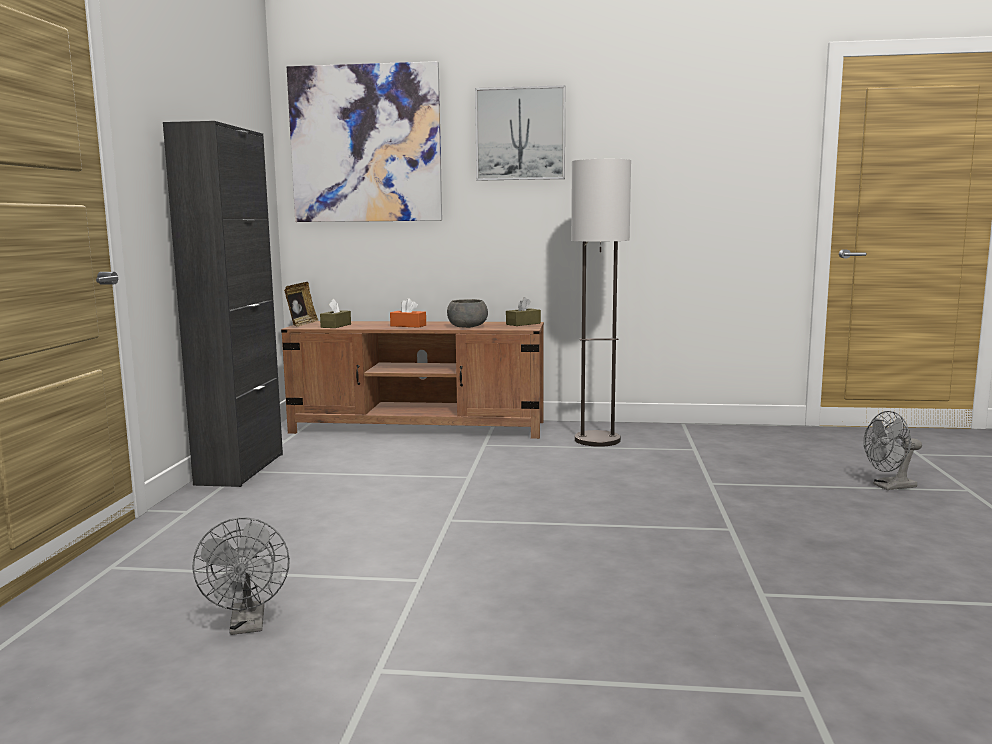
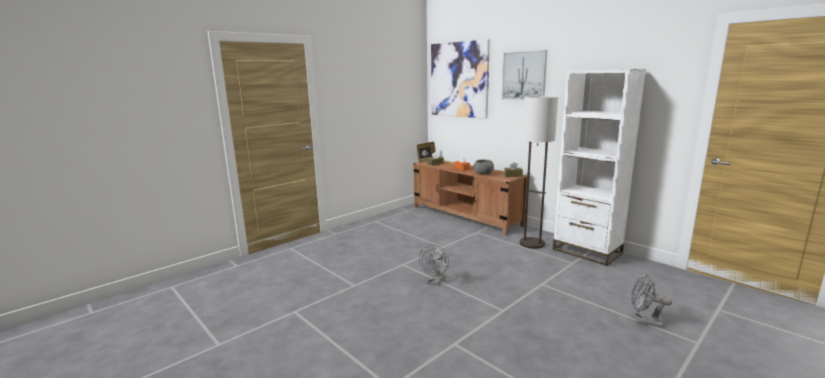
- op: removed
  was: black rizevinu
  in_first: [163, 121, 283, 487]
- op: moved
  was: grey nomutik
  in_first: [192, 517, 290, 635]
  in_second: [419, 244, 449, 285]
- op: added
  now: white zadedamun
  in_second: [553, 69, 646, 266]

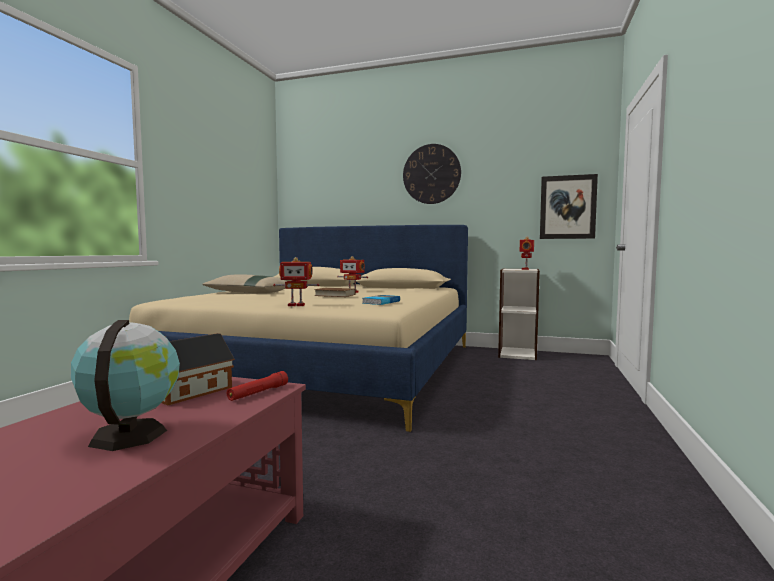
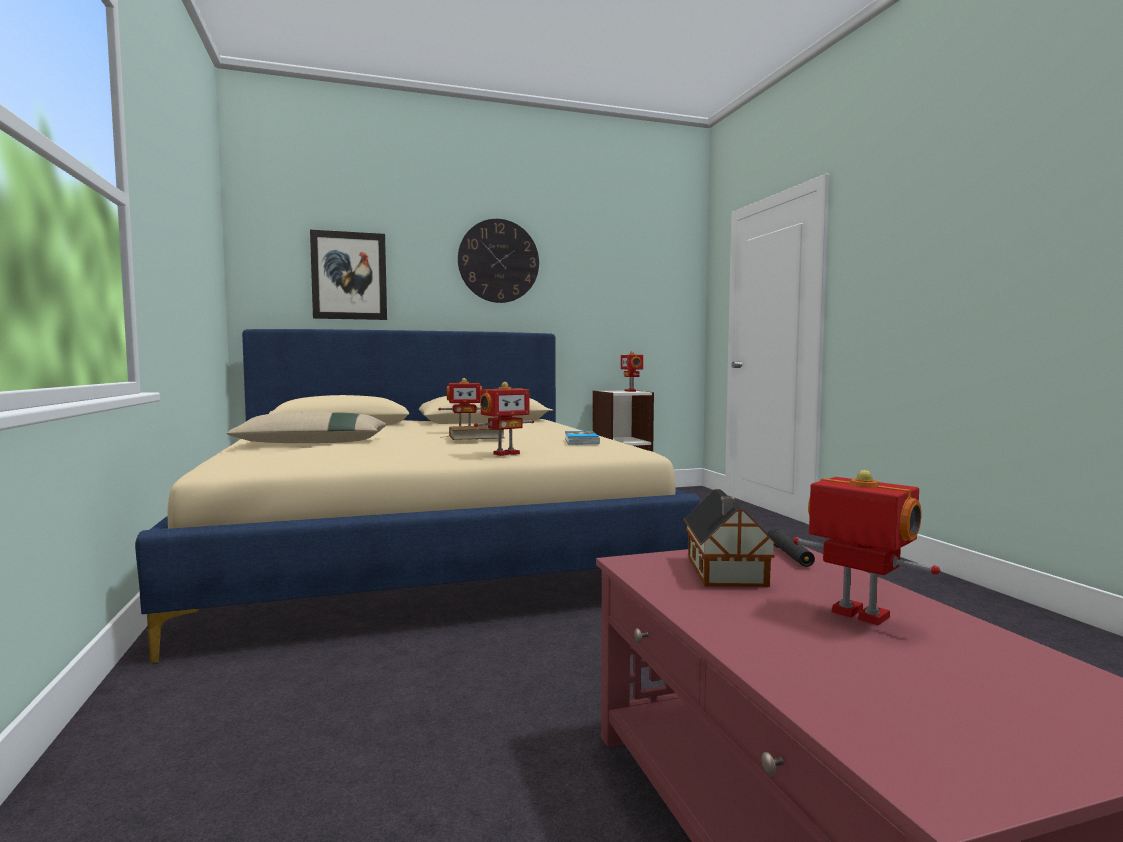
- op: replaced
  was: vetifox
  now: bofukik
  in_first: [71, 320, 180, 451]
  in_second: [793, 470, 940, 625]
- op: recoloured
  was: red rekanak
  now: black rekanak
  in_first: [227, 371, 288, 401]
  in_second: [767, 527, 815, 567]
- op: moved
  was: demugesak
  in_first: [540, 174, 598, 239]
  in_second: [310, 230, 387, 320]

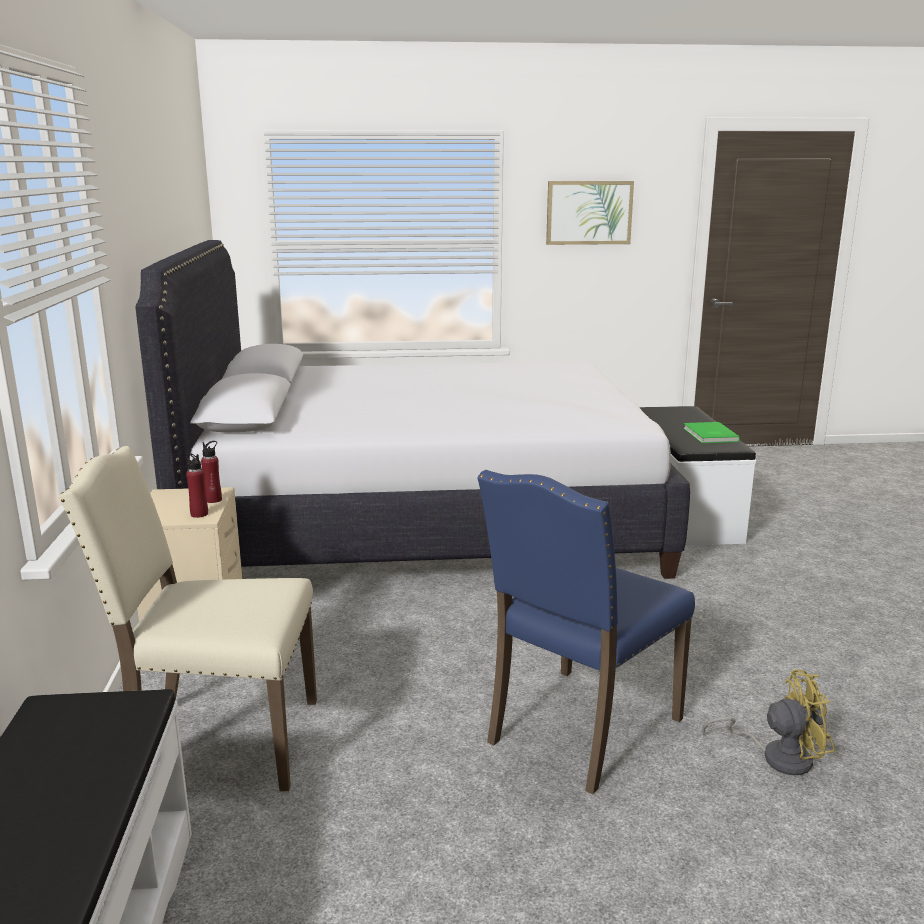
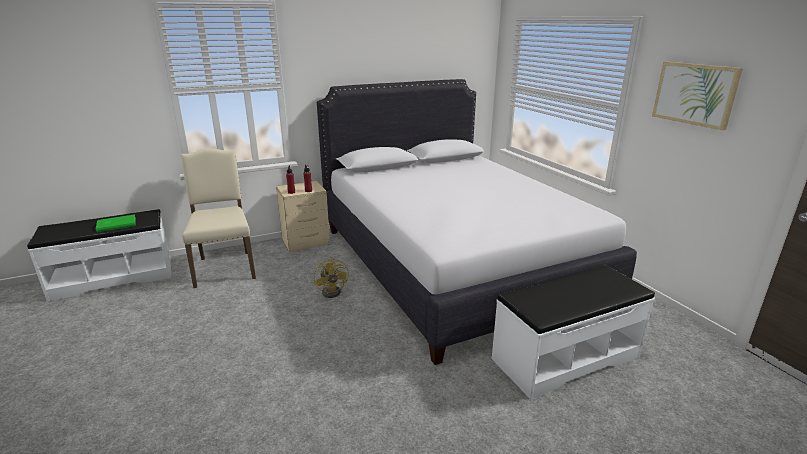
- op: removed
  was: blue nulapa
  in_first: [477, 470, 695, 794]
- op: moved
  was: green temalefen
  in_first: [683, 422, 740, 443]
  in_second: [96, 214, 136, 232]
- op: moved
  was: yellow nomutik
  in_first: [702, 669, 835, 775]
  in_second: [314, 257, 349, 298]

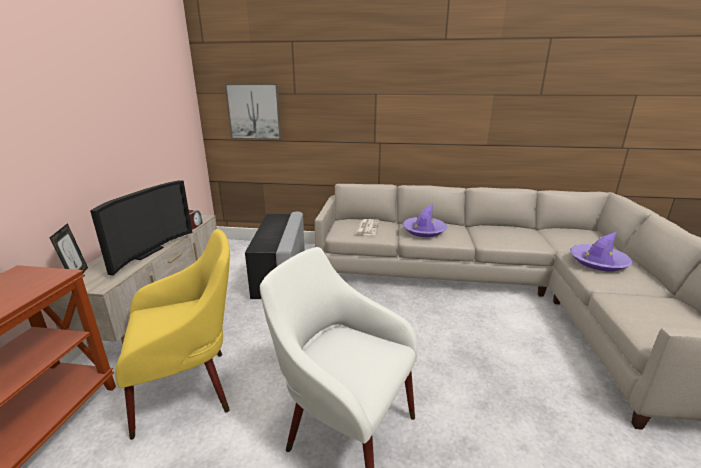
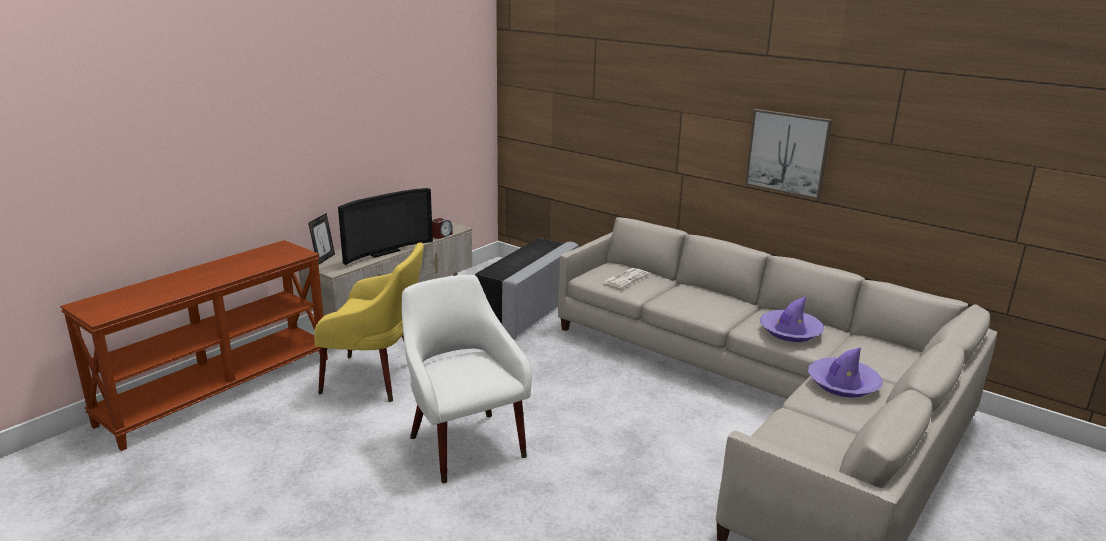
- op: moved
  was: demugesak
  in_first: [225, 84, 282, 140]
  in_second: [745, 109, 832, 199]
- op: moved
  was: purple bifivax
  in_first: [402, 203, 447, 237]
  in_second: [760, 296, 824, 342]

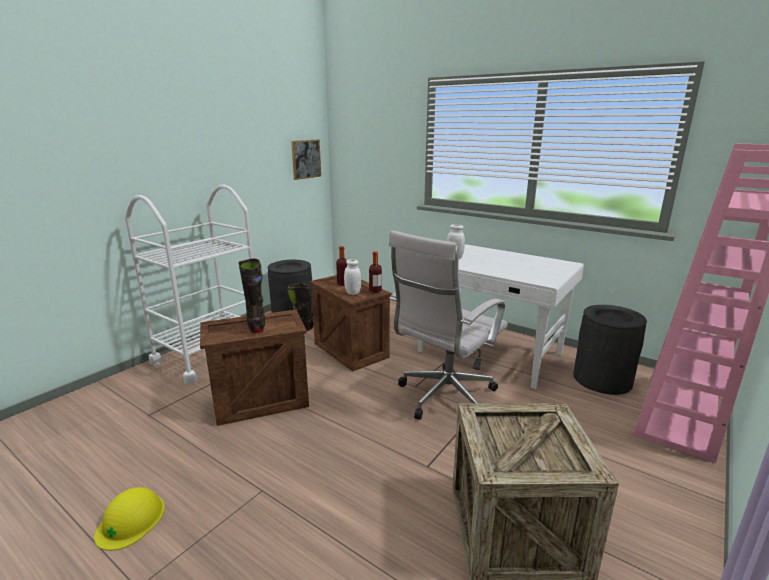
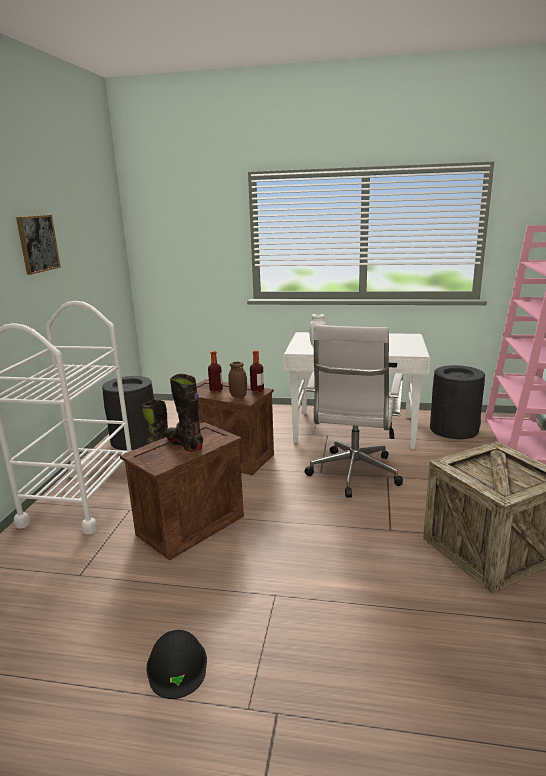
- op: recoloured
  was: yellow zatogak
  now: black zatogak
  in_first: [94, 487, 165, 551]
  in_second: [146, 630, 207, 699]
- op: moved
  was: demugesak
  in_first: [291, 140, 321, 180]
  in_second: [16, 215, 61, 275]
- op: recoloured
  was: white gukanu
  now: brown gukanu
  in_first: [344, 259, 361, 295]
  in_second: [228, 362, 247, 398]

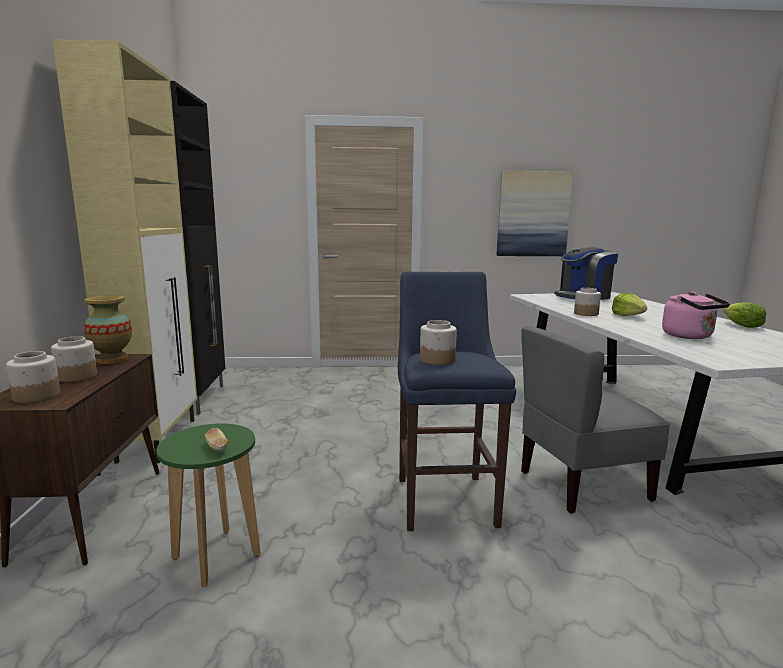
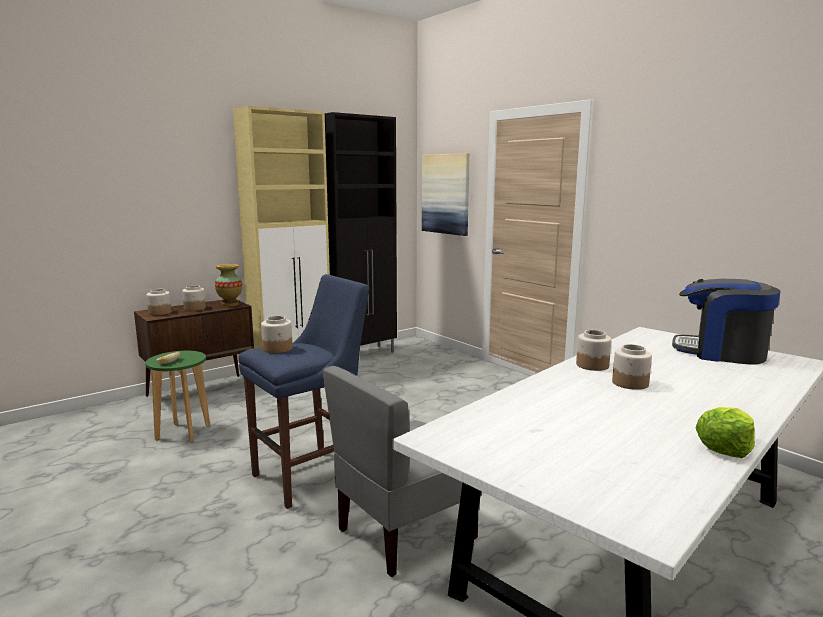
- op: moved
  was: demugesak
  in_first: [497, 171, 573, 256]
  in_second: [422, 153, 470, 236]
- op: turned
  was: grey nulapa
  in_first: [521, 326, 670, 514]
  in_second: [323, 366, 482, 577]
  clockwise: -75
- op: replaced
  was: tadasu
  now: gukanu
  in_first: [612, 293, 647, 316]
  in_second: [612, 344, 652, 390]
- op: removed
  was: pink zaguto
  in_first: [662, 292, 730, 339]

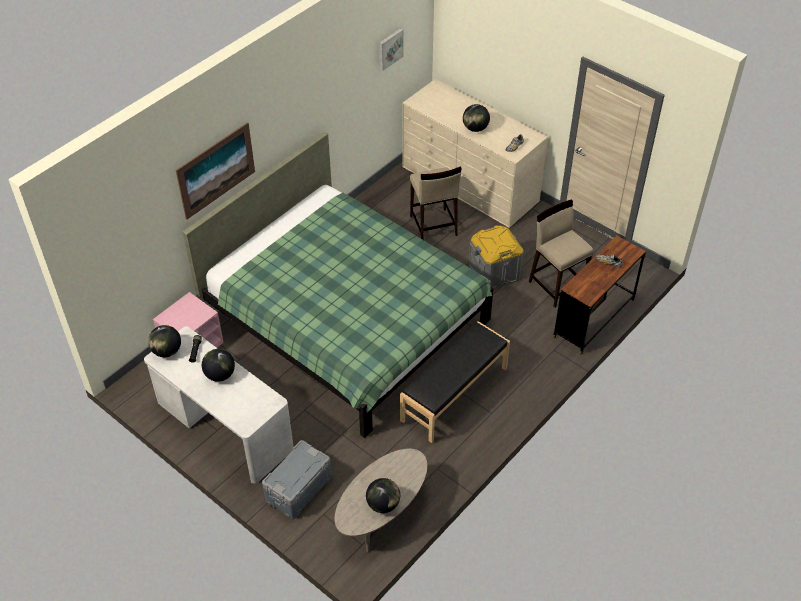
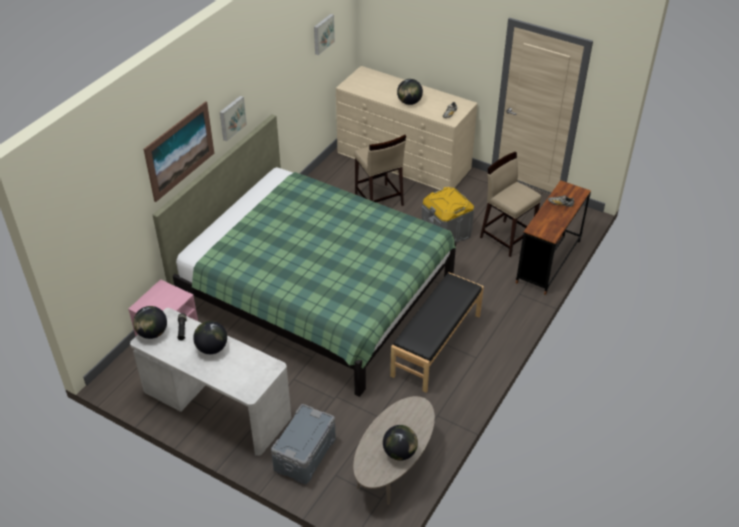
- op: added
  now: demugesak
  in_second: [220, 96, 247, 141]

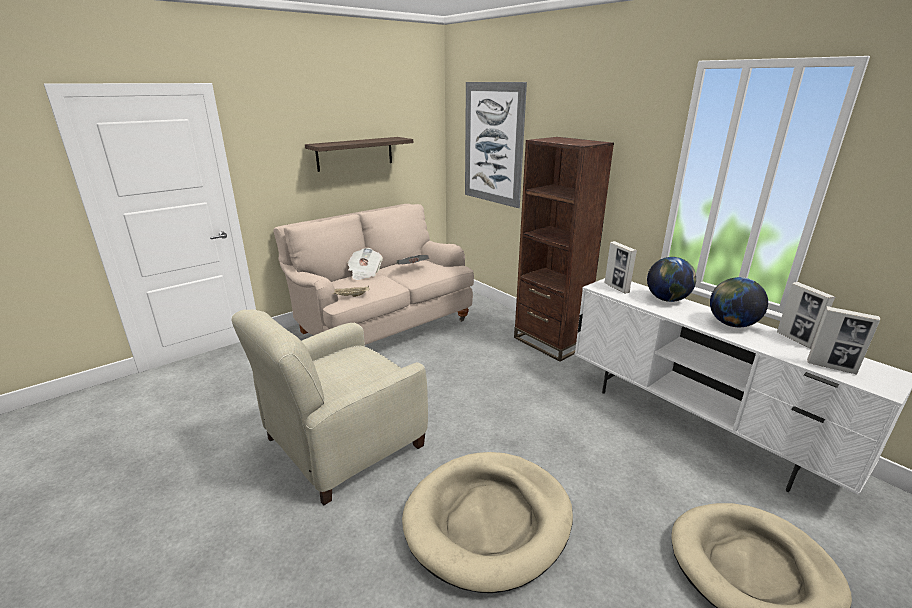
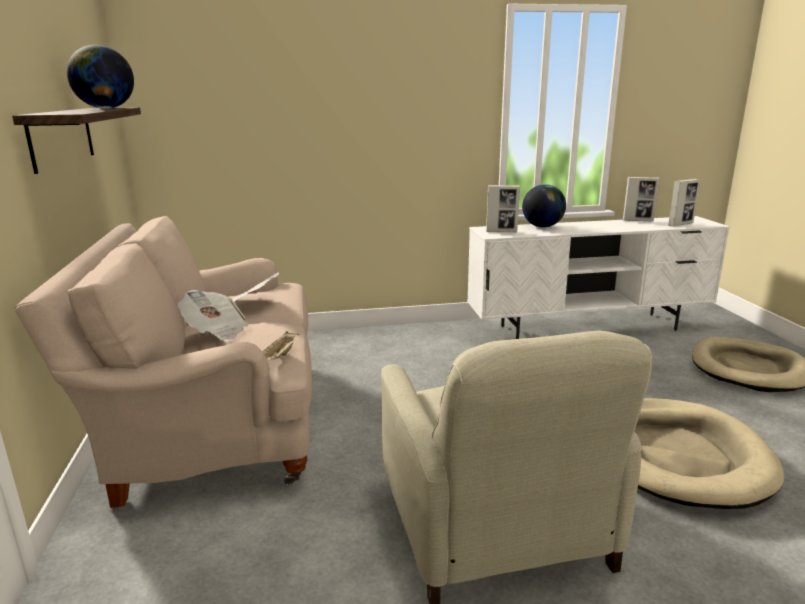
- op: removed
  was: demugesak
  in_first: [465, 82, 527, 208]
- op: removed
  was: brown zadedamun
  in_first: [514, 137, 614, 362]
- op: moved
  was: vetifox
  in_first: [710, 277, 768, 327]
  in_second: [67, 45, 134, 109]

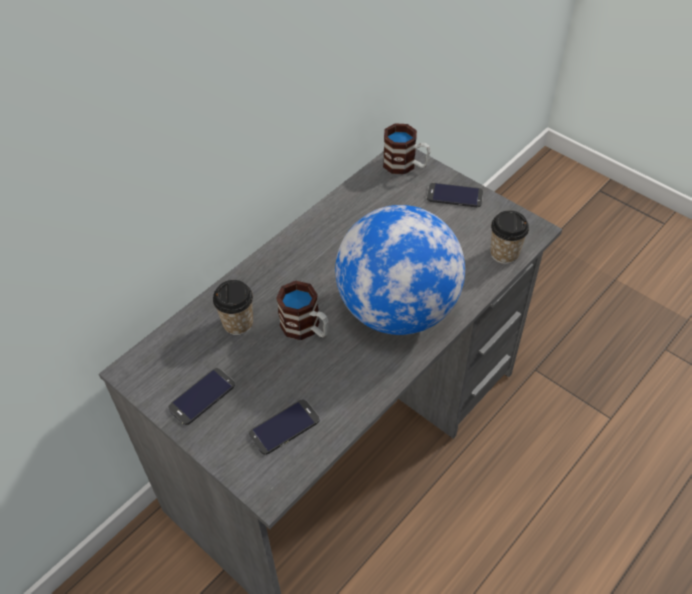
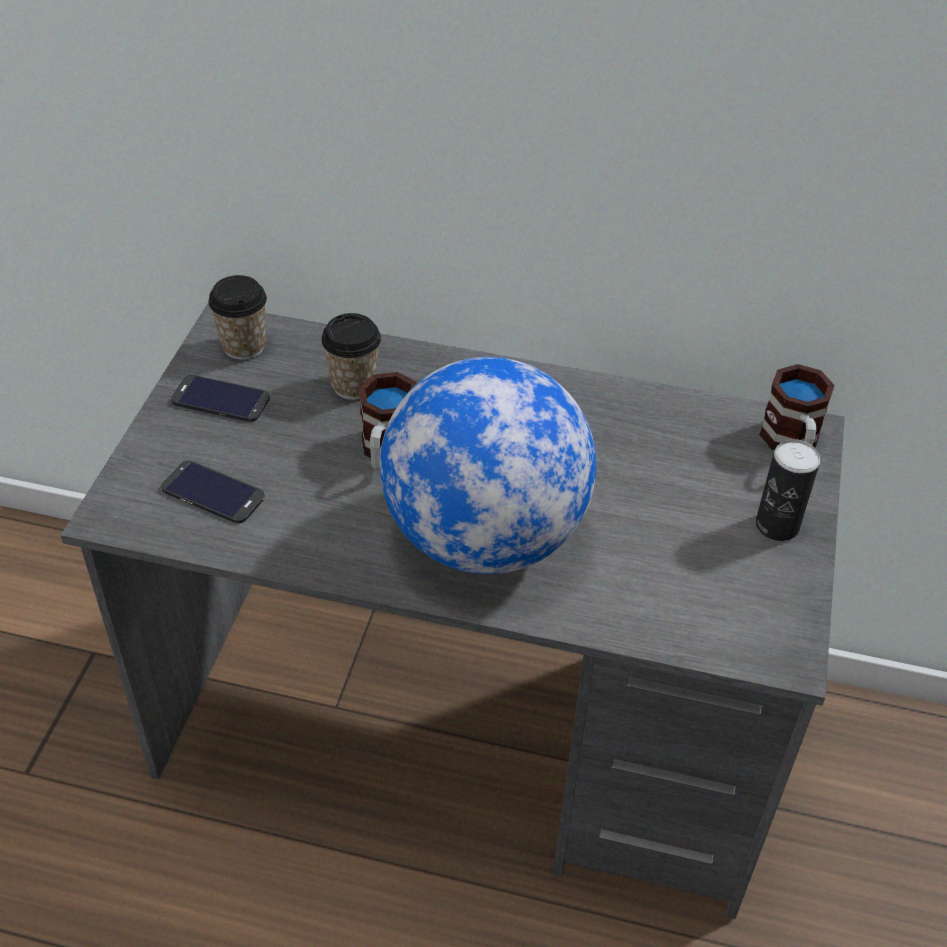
- op: replaced
  was: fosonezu
  now: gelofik
  in_first: [427, 183, 483, 207]
  in_second: [756, 439, 821, 541]
- op: moved
  was: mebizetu
  in_first: [490, 210, 529, 264]
  in_second: [208, 275, 267, 360]

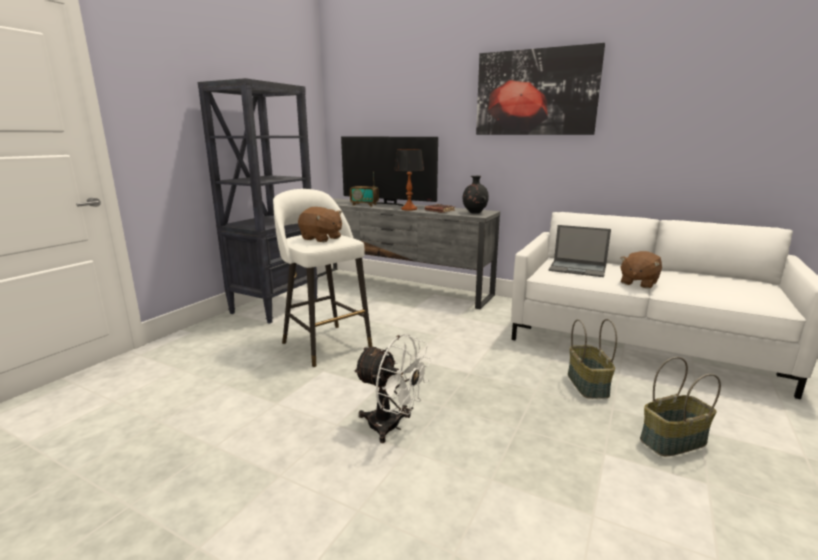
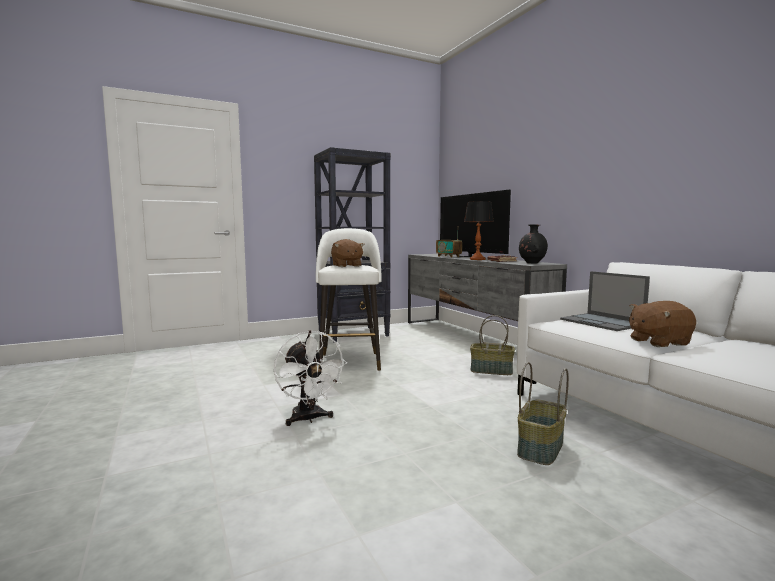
- op: removed
  was: demugesak
  in_first: [476, 43, 605, 135]
- op: moved
  was: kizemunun
  in_first: [640, 357, 721, 456]
  in_second: [470, 315, 515, 375]

